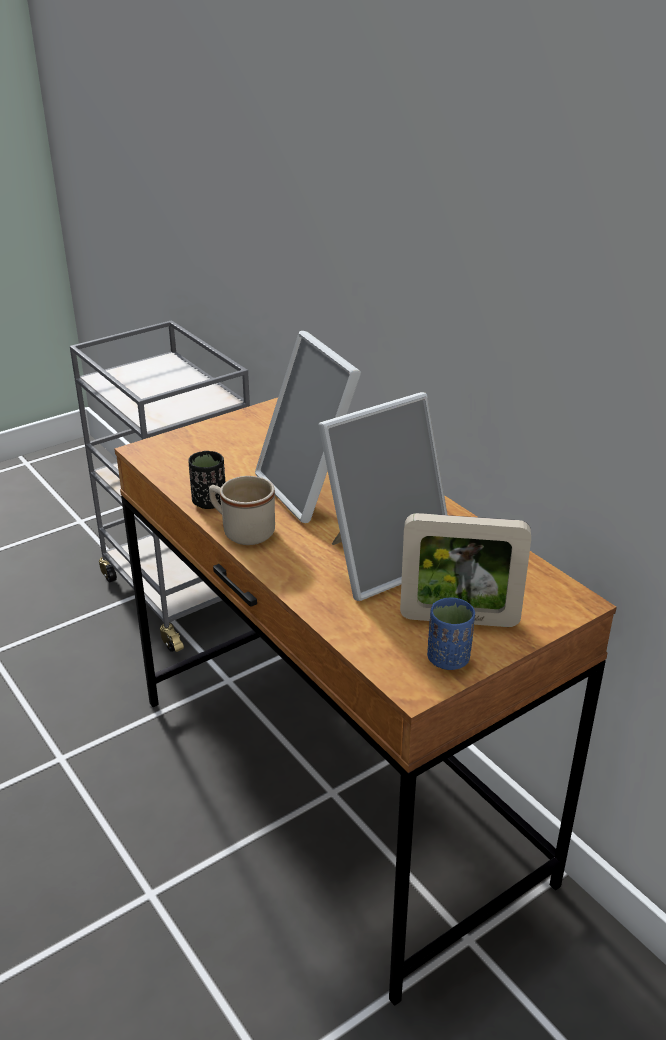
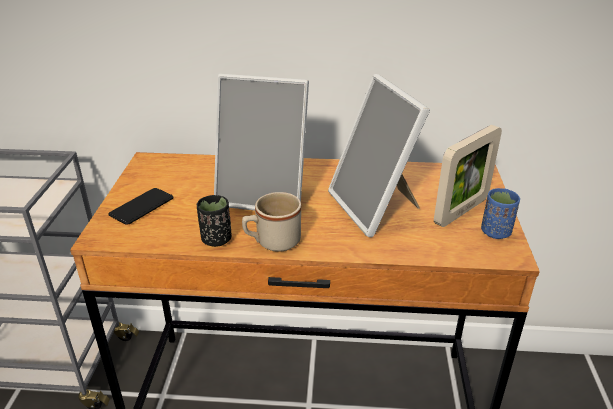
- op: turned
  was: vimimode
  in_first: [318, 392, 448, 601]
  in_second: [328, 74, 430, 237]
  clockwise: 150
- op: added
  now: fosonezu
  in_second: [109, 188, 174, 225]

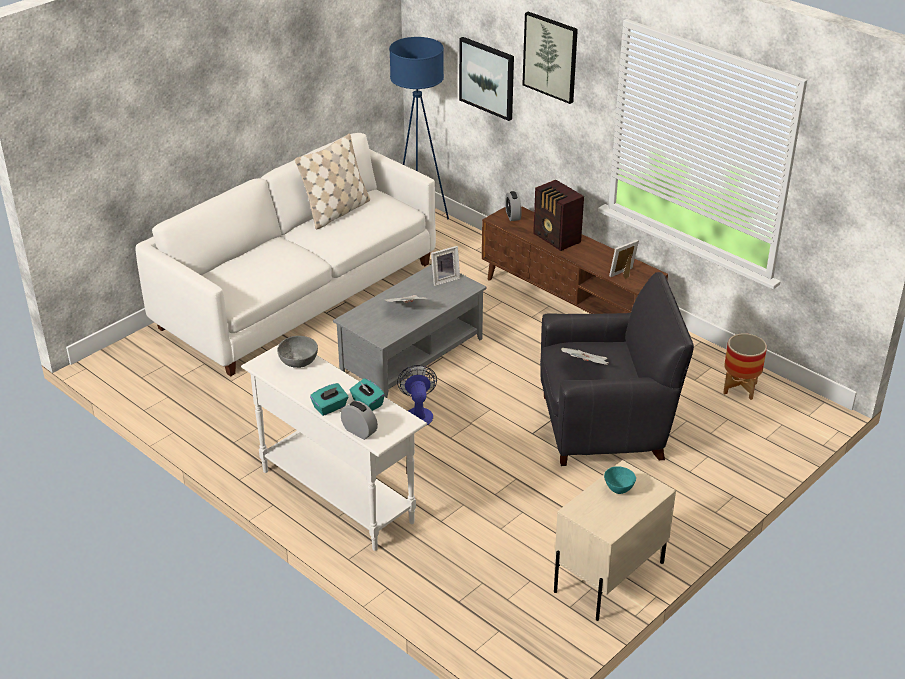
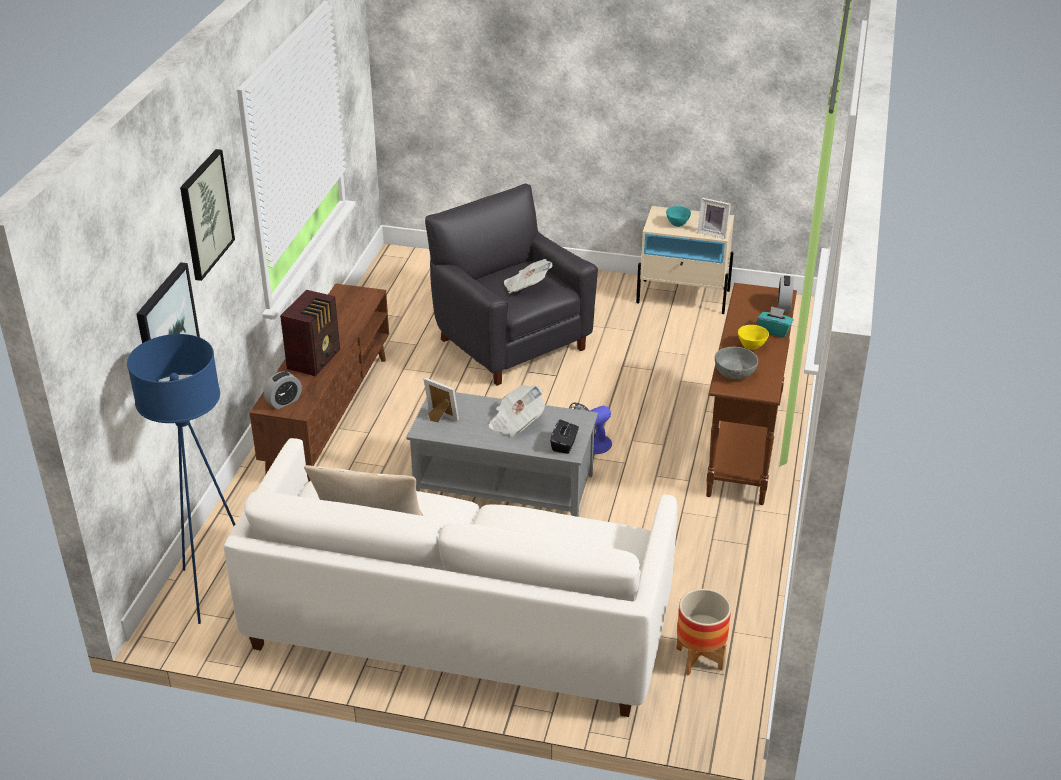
- op: recoloured
  was: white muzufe
  now: brown muzufe
  in_first: [241, 345, 427, 551]
  in_second: [706, 283, 797, 505]
- op: removed
  was: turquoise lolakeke
  in_first: [350, 378, 385, 411]
- op: moved
  was: vimimode
  in_first: [609, 240, 639, 279]
  in_second: [697, 198, 731, 239]
- op: moved
  was: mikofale
  in_first: [723, 333, 767, 400]
  in_second: [676, 589, 731, 676]
- op: added
  now: black lolakeke
  in_second: [550, 419, 579, 454]
- op: added
  now: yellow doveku
  in_second: [738, 325, 769, 350]

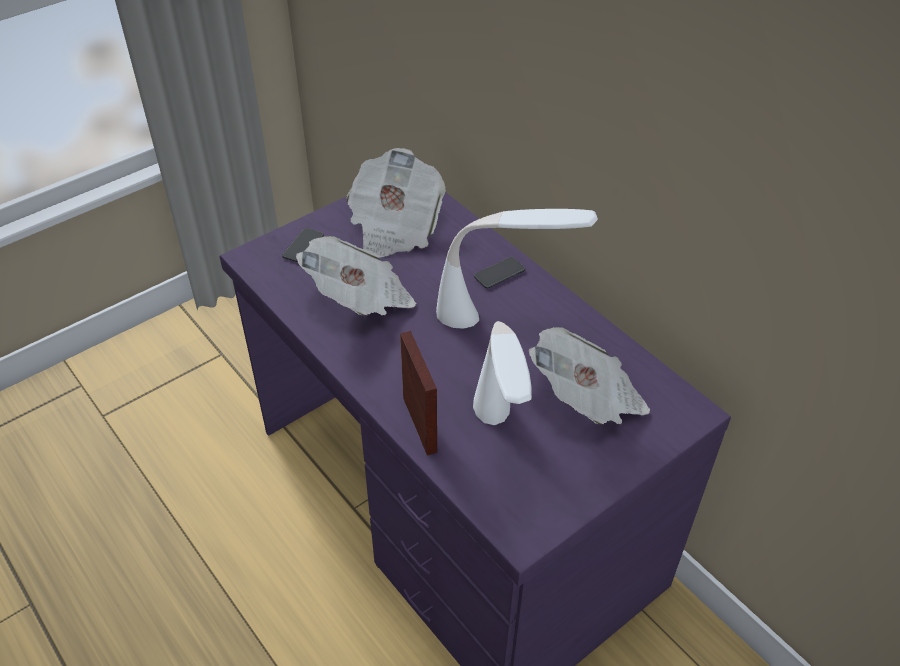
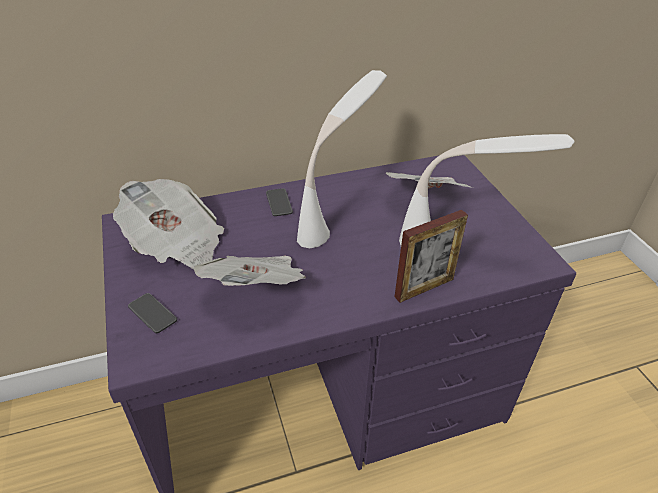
- op: turned
  was: vimimode
  in_first: [400, 331, 437, 455]
  in_second: [395, 210, 468, 303]
  clockwise: 150

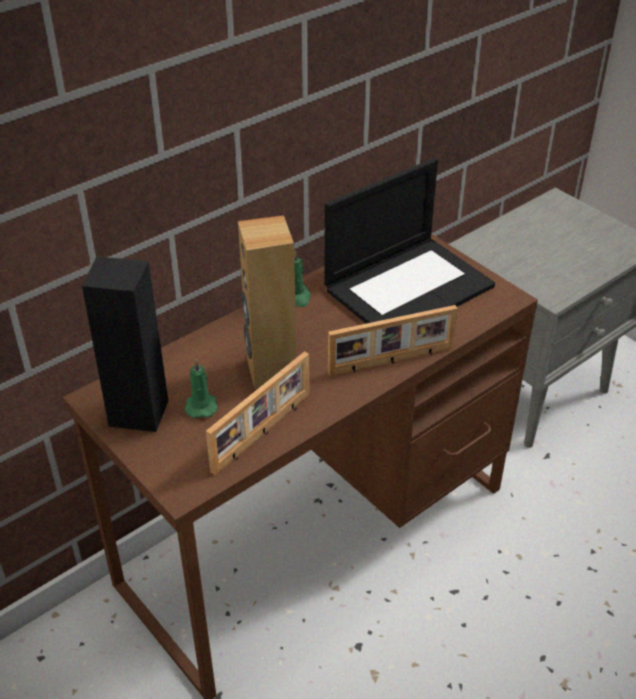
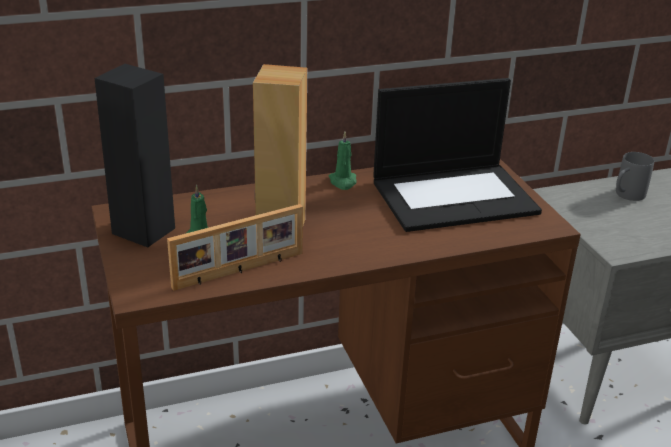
- op: removed
  was: vimimode
  in_first: [328, 305, 458, 376]
- op: added
  now: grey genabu
  in_second: [616, 152, 654, 201]

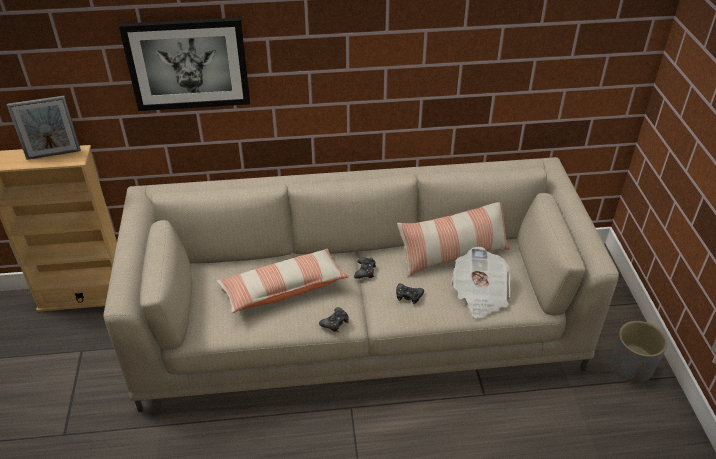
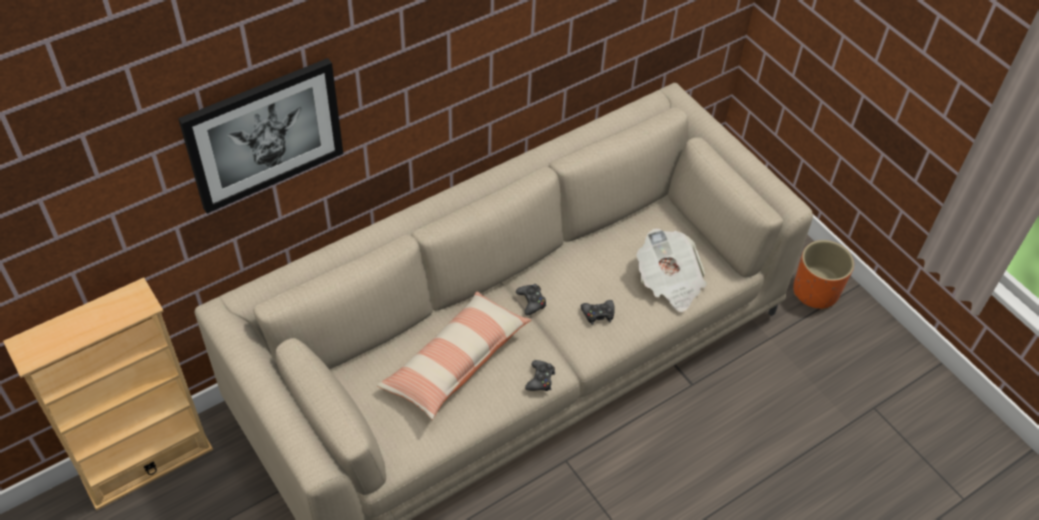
- op: removed
  was: vimimode
  in_first: [7, 96, 81, 160]
- op: removed
  was: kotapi
  in_first: [397, 202, 510, 278]
- op: recoloured
  was: grey mikofale
  now: orange mikofale
  in_first: [611, 321, 667, 383]
  in_second: [793, 240, 854, 310]

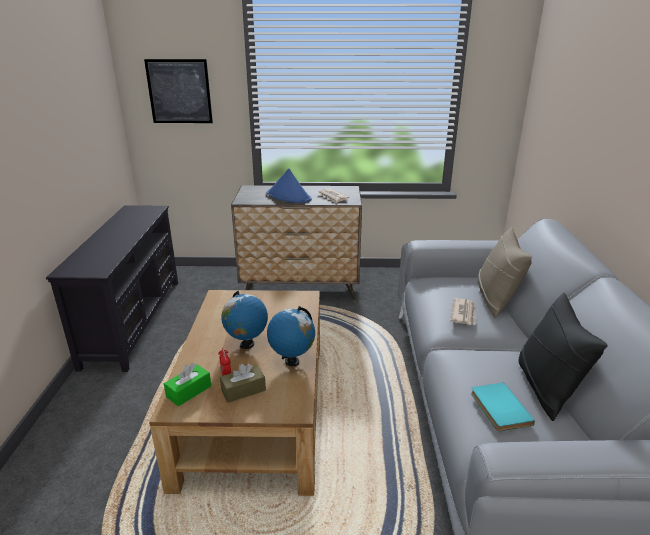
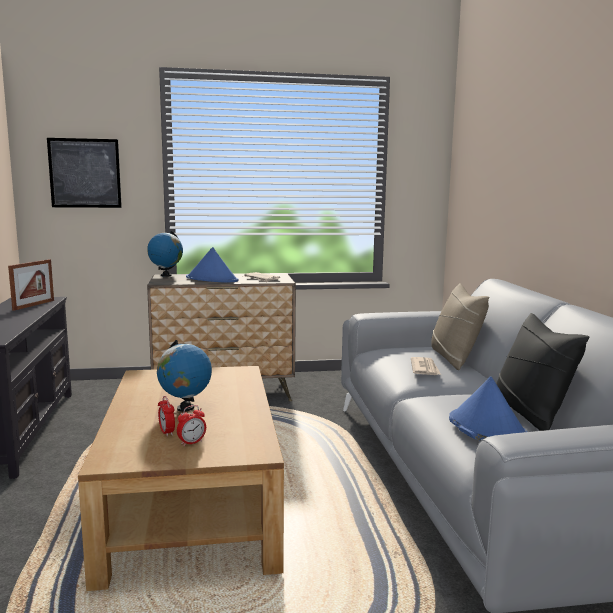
- op: removed
  was: green lolakeke
  in_first: [164, 363, 211, 406]
- op: replaced
  was: brown lolakeke
  now: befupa
  in_first: [220, 364, 266, 403]
  in_second: [177, 405, 206, 446]
- op: moved
  was: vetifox
  in_first: [267, 306, 315, 366]
  in_second: [147, 231, 183, 277]
- op: replaced
  was: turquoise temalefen
  now: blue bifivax
  in_first: [471, 382, 535, 432]
  in_second: [449, 376, 527, 441]
- op: added
  now: vimimode
  in_second: [8, 259, 54, 311]

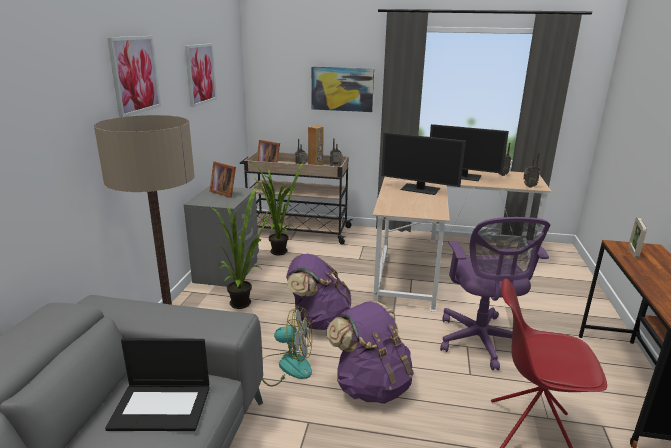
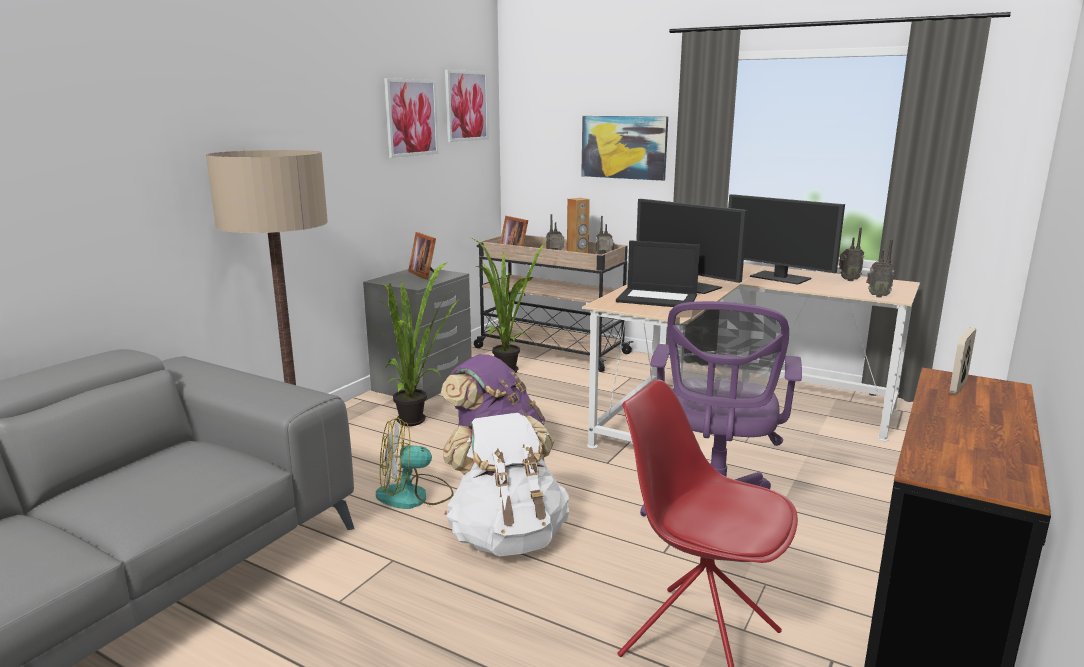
- op: moved
  was: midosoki
  in_first: [105, 338, 210, 431]
  in_second: [616, 240, 700, 307]
- op: moved
  was: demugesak
  in_first: [107, 36, 161, 117]
  in_second: [445, 70, 489, 142]
- op: turned
  was: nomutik
  in_first: [262, 306, 312, 387]
  in_second: [376, 417, 454, 509]
  clockwise: 135
- op: recoloured
  was: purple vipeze
  now: white vipeze
  in_first: [327, 301, 414, 404]
  in_second: [443, 413, 569, 556]

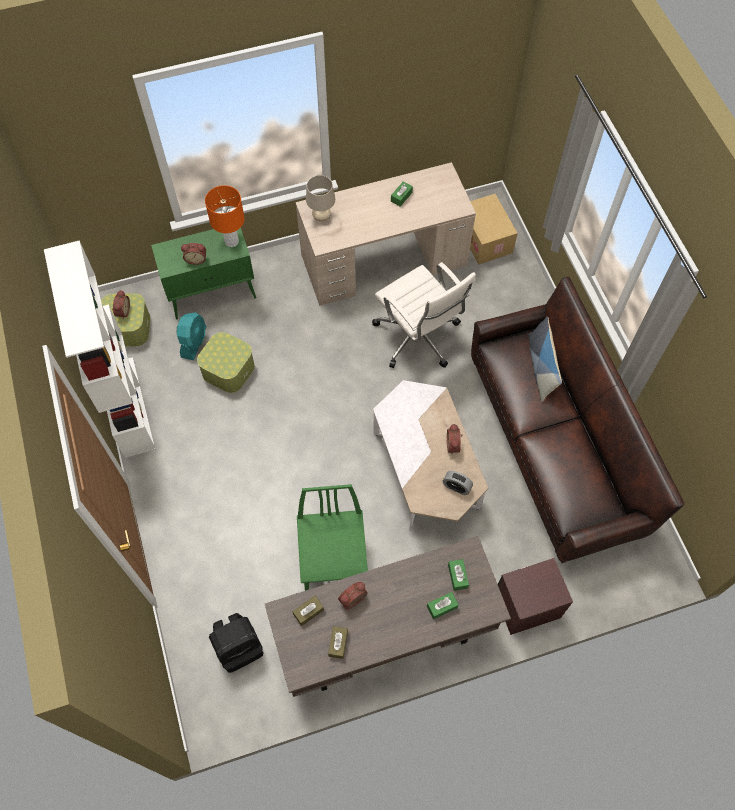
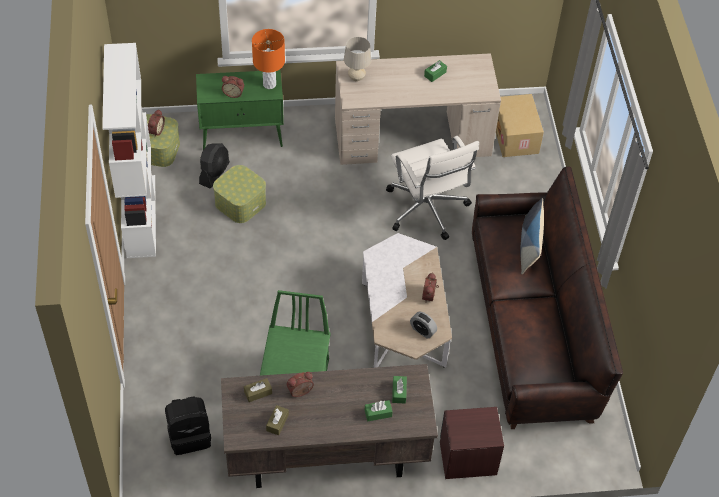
- op: recoloured
  was: turquoise nomutik
  now: black nomutik
  in_first: [177, 312, 206, 360]
  in_second: [199, 143, 230, 189]

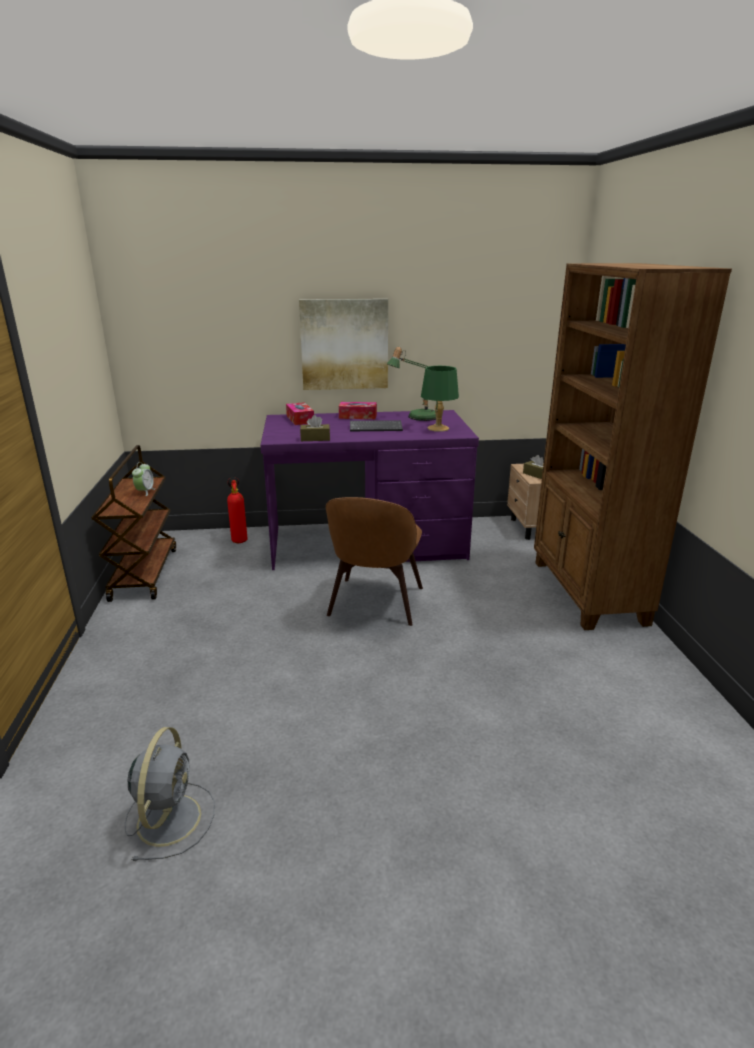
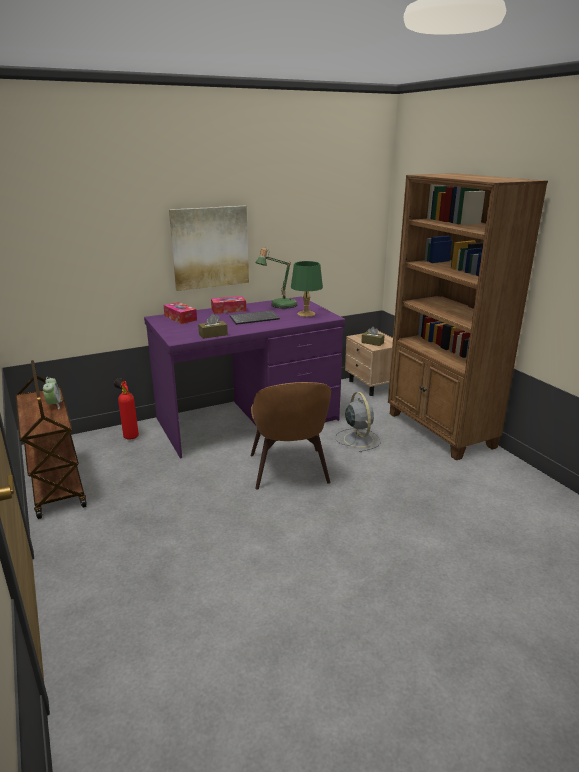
- op: moved
  was: grey nomutik
  in_first: [125, 727, 215, 861]
  in_second: [335, 392, 381, 452]

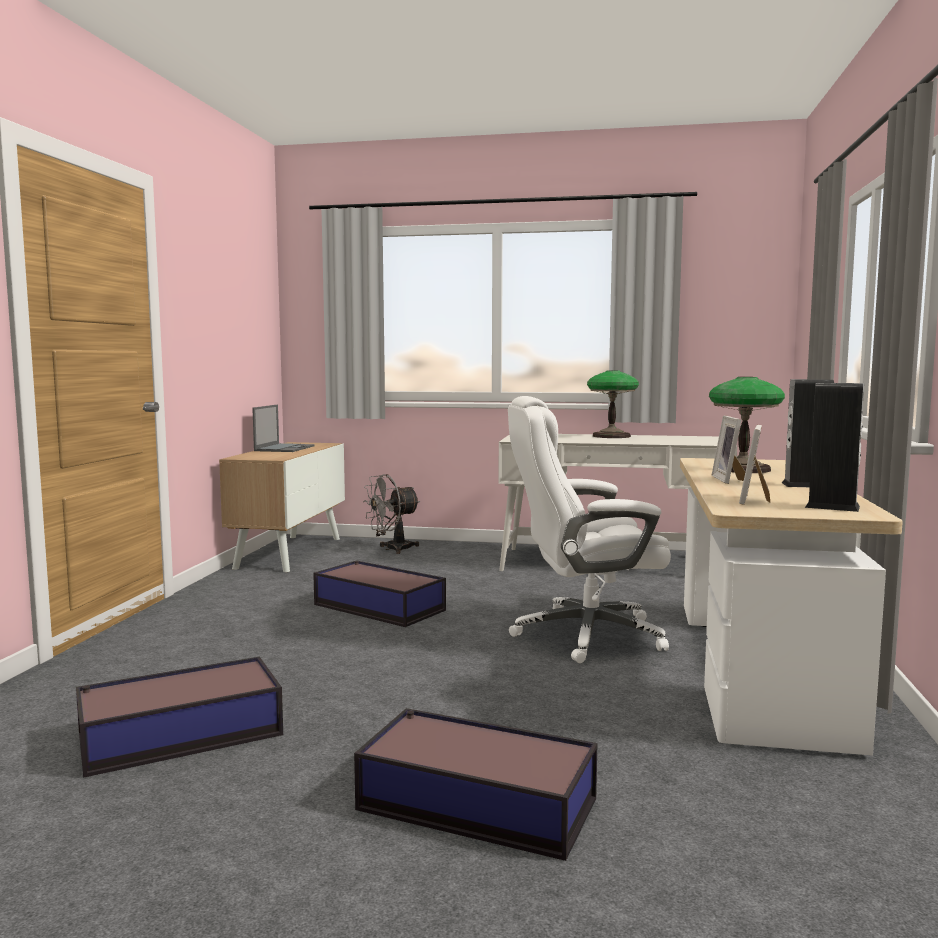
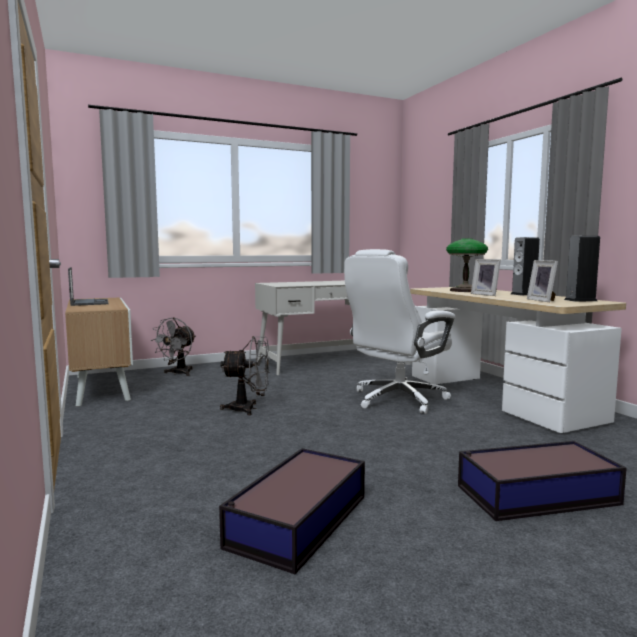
- op: replaced
  was: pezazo
  now: grey nomutik
  in_first: [313, 560, 446, 627]
  in_second: [220, 336, 270, 415]
- op: removed
  was: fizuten
  in_first: [587, 370, 639, 438]

